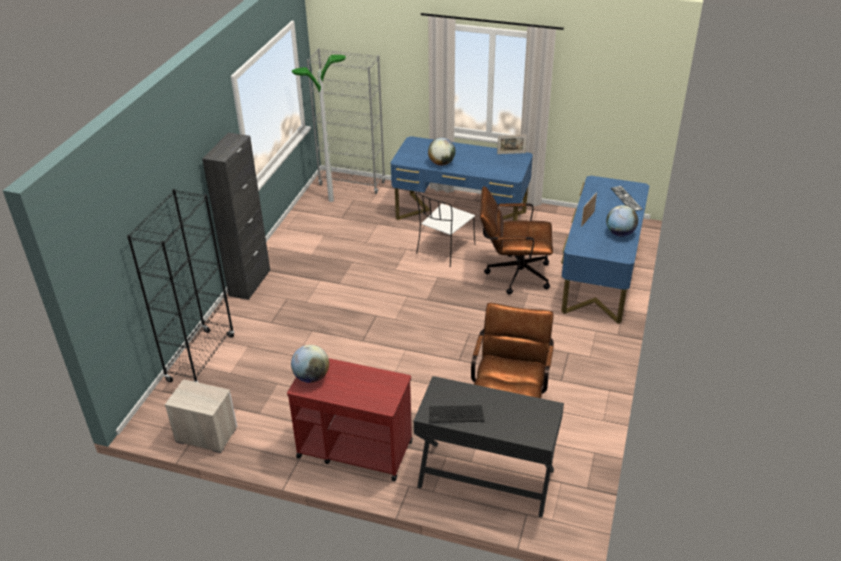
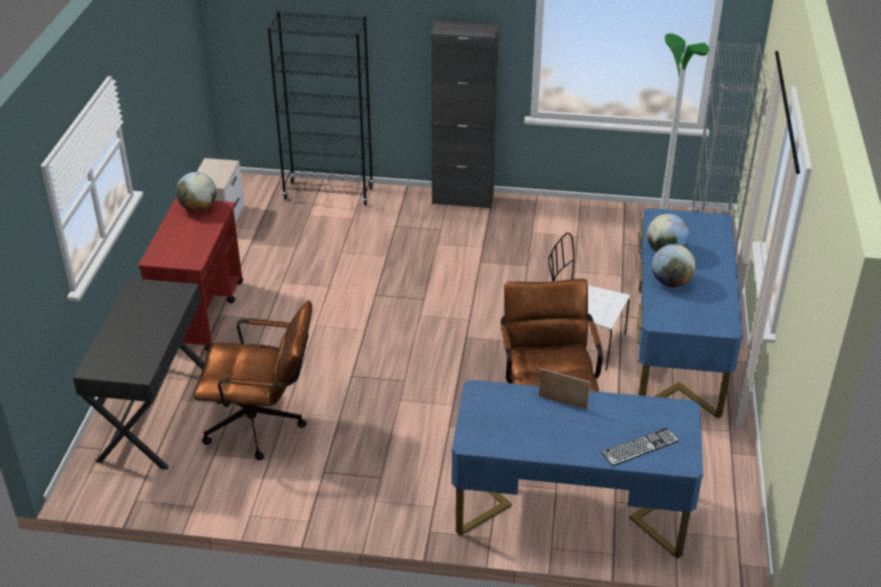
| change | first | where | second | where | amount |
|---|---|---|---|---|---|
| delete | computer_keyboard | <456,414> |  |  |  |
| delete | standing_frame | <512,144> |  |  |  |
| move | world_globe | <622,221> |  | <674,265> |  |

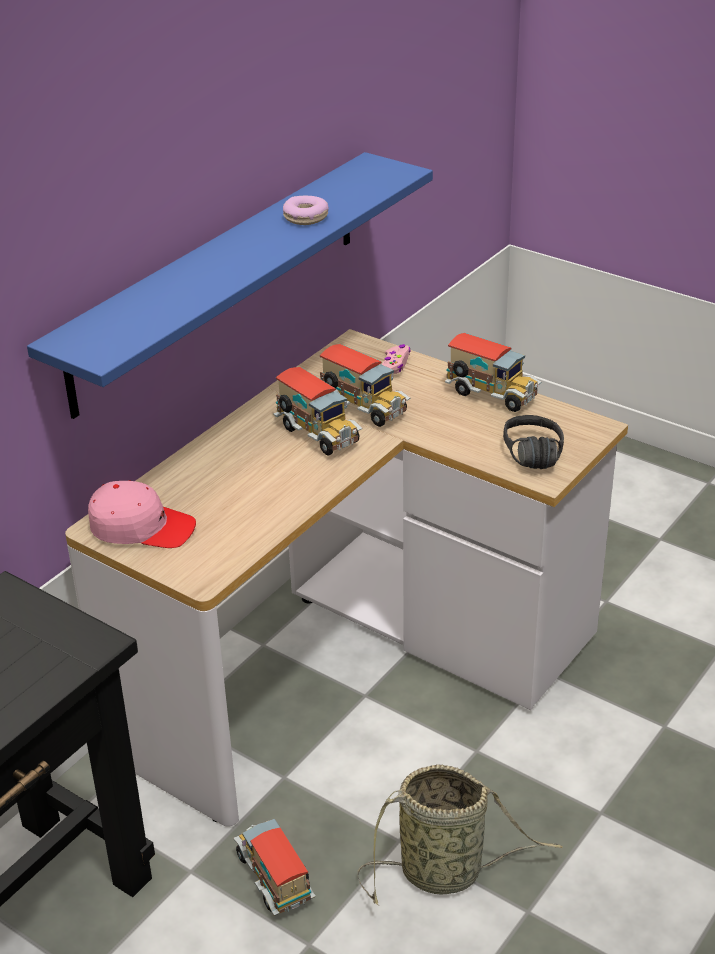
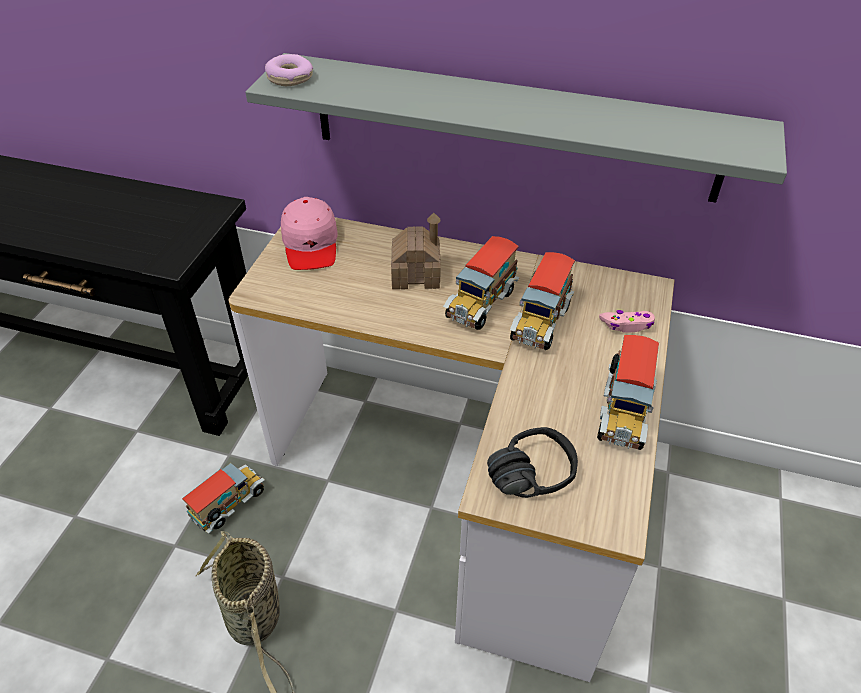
| change | first | where | second | where | amount |
|---|---|---|---|---|---|
| recolor | bluish_wall_shelf | <230,285> | gray_wall_shelf | <516,128> |  |
| move | ring_doughnut | <306,210> |  | <289,70> |  |
| insert |  |  | toy_house | <416,251> |  |

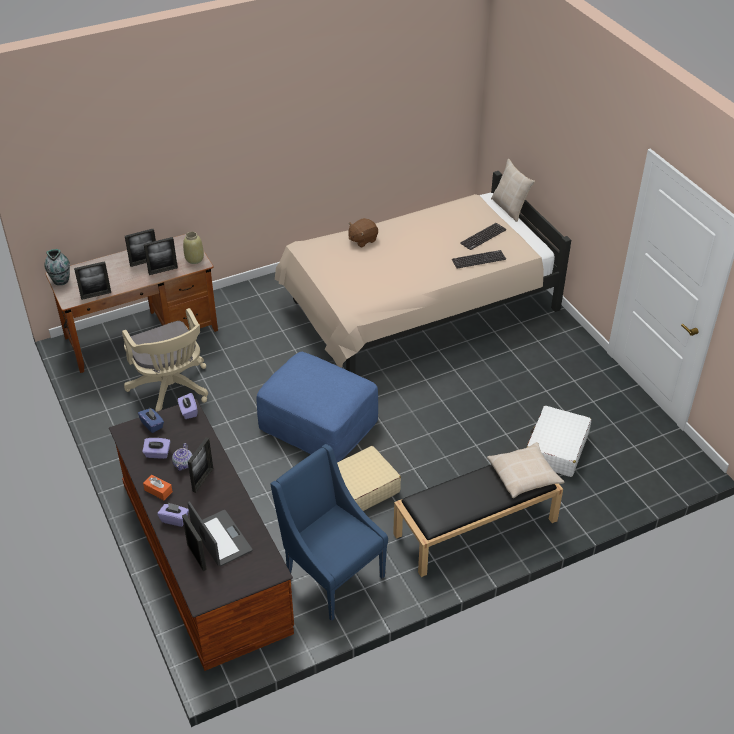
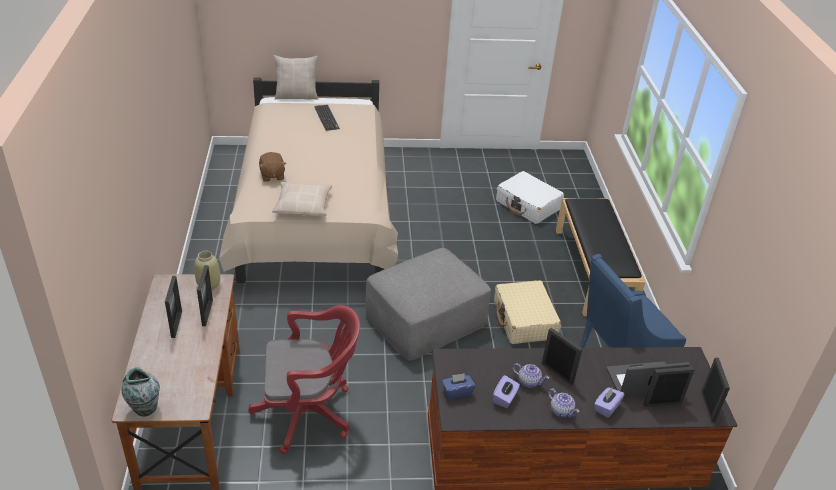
| change | first | where | second | where | amount |
|---|---|---|---|---|---|
| move | standing_frame | <92,280> |  | <715,390> |  |
| recolor | beige-coloured_computer_chair | <165,360> | red-coloured_computer_chair | <304,379> |  |
| replace | orange-coloured_tissue_holder | <158,487> | tea_pot | <564,403> |  |
| delete | purple_tissue_holder | <187,406> |  |  |  |
| recolor | bluish_footrest | <317,407> | gray_footrest | <428,304> |  |
| delete | computer_keyboard | <479,259> |  |  |  |
| move | beige-coloured_pillow | <525,470> |  | <302,199> |  |

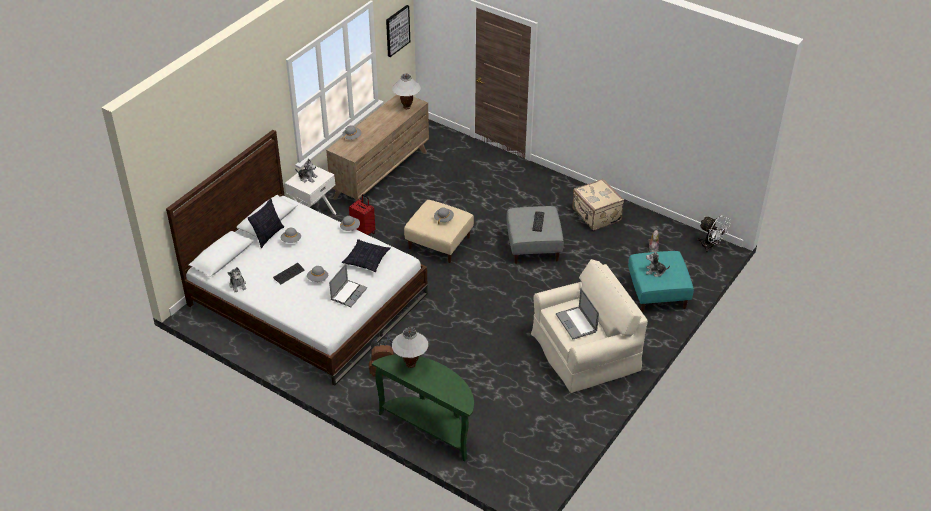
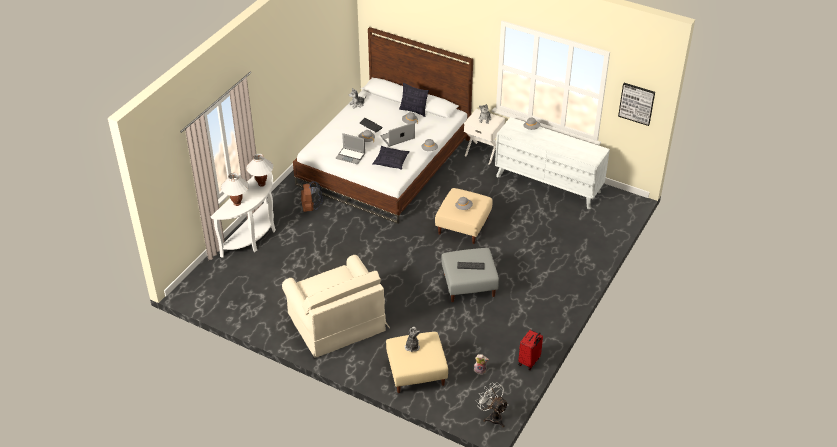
| change | first | where | second | where | amount |
|---|---|---|---|---|---|
| recolor | brown_dresser | <377,148> | white-coloured_dresser | <552,163> |  |
| move | red-coloured_suitcase | <362,214> |  | <530,350> |  |
| recolor | green_console_table | <423,408> | white-coloured_console_table | <243,215> |  |
| move | white-coloured_tabletop_lamp | <406,91> |  | <235,189> |  |
| move | notebook_computer | <577,313> |  | <397,134> |  |
| delete | beige-coloured_suitcase | <598,204> |  |  |  |
| recolor | turquoise_footrest | <661,282> | beige-coloured_footrest | <417,362> |  |
| rotate | white-coloured_fan | <714,234> |  | <492,404> | 105 degrees clockwise |

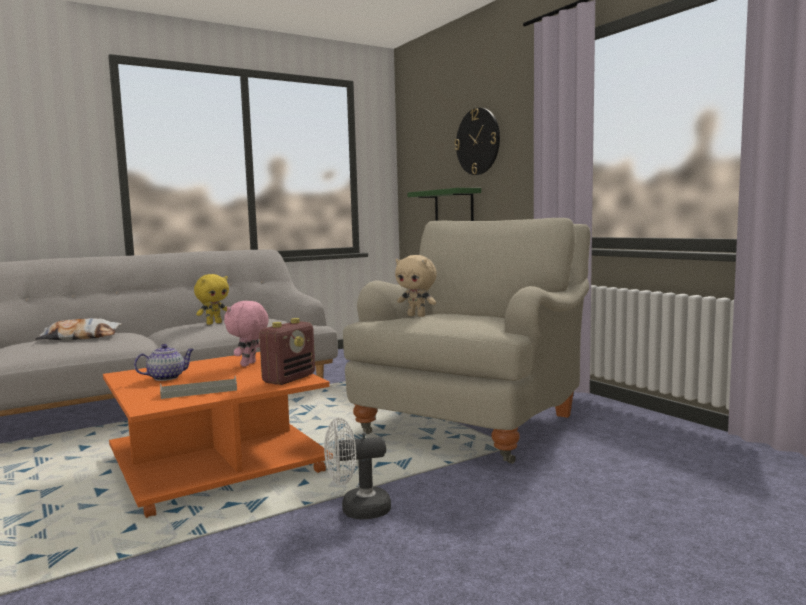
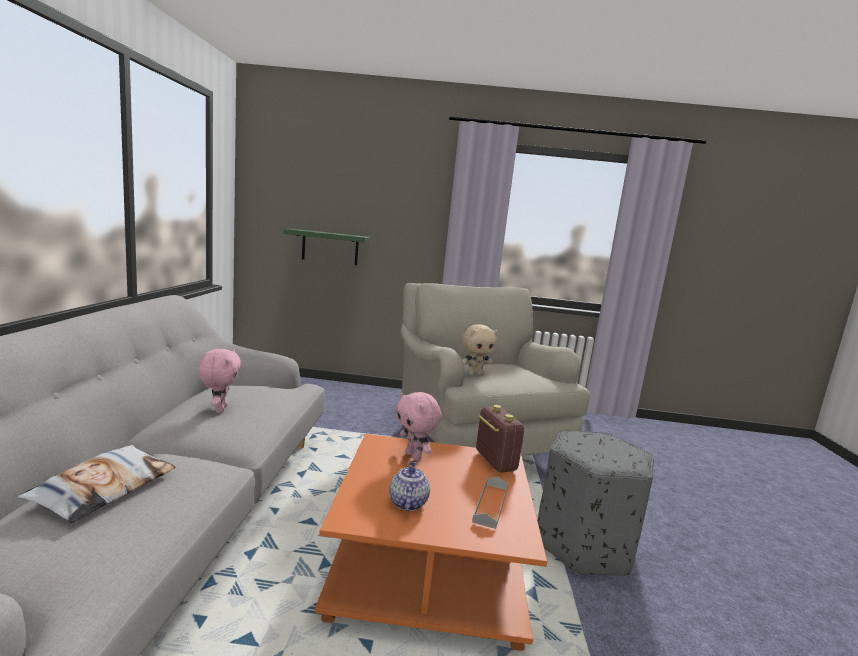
| change | first | where | second | where | amount |
|---|---|---|---|---|---|
| recolor | yellow_plush_toy | <211,299> | pink_plush_toy | <220,381> |  |
| replace | white-coloured_fan | <357,469> | gray_footrest | <596,503> |  |
| delete | clock_on_the_wall | <477,141> |  |  |  |

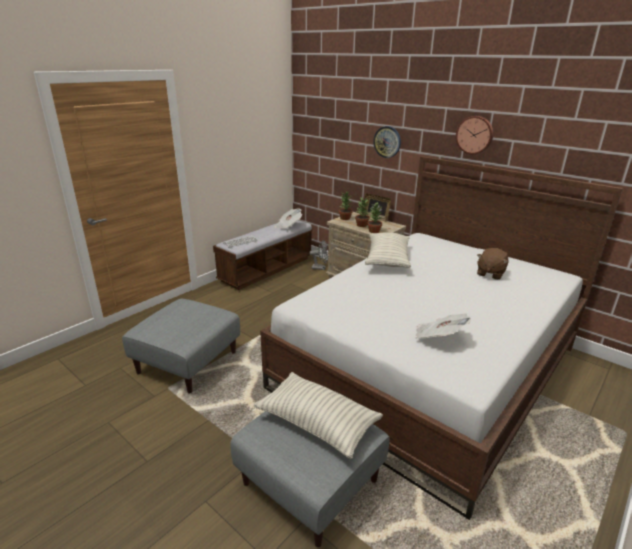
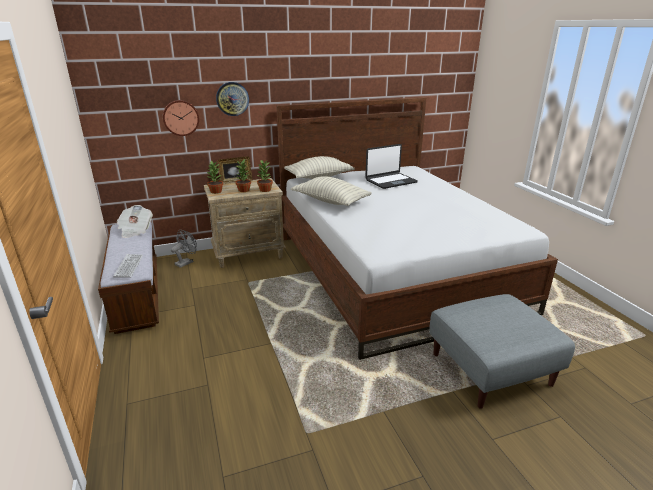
| change | first | where | second | where | amount |
|---|---|---|---|---|---|
| delete | gray_footrest | <181,346> |  |  |  |
| move | pillow | <318,415> |  | <319,167> |  |
| delete | printed_paper | <443,326> |  |  |  |
| move | clock_on_the_wall | <474,135> |  | <181,118> |  |
| replace | brown_plush_toy | <492,264> | notebook_computer | <391,166> |  |

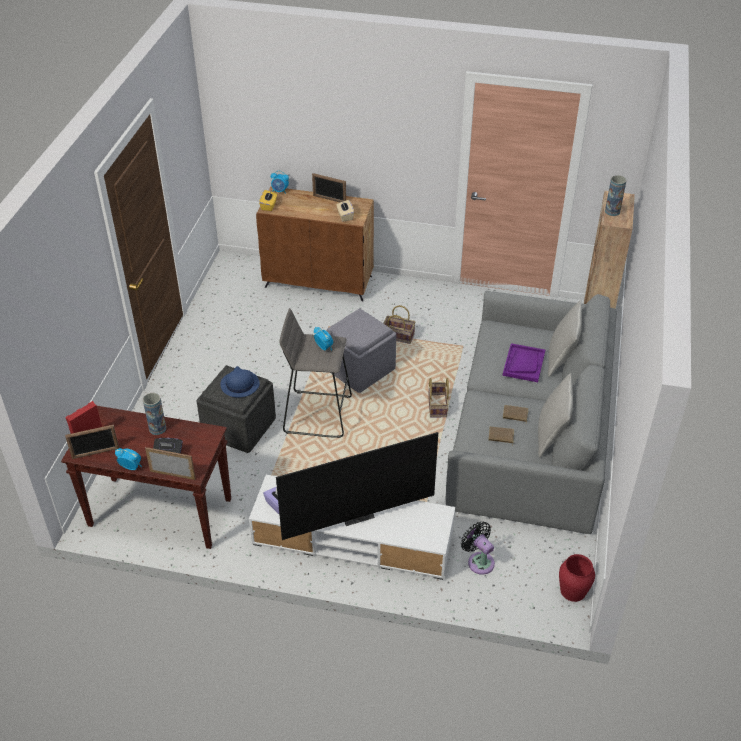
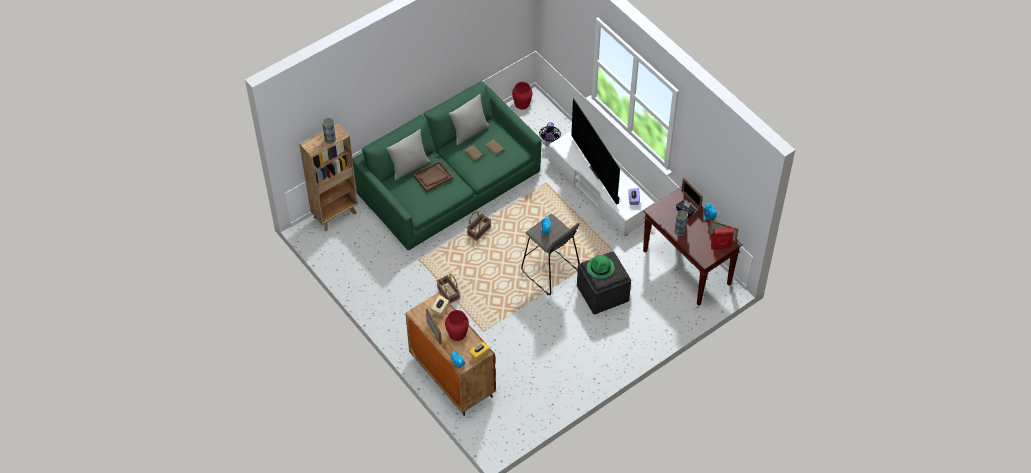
| change | first | where | second | where | amount |
|---|---|---|---|---|---|
| recolor | bluish_hat | <240,382> | green_hat | <600,267> |  |
| rotate | television | <357,486> |  | <595,151> | 135 degrees counterclockwise |
| delete | gray_footrest | <361,350> |  |  |  |
| recolor | gray_settee | <531,412> | green_settee | <447,165> |  |
| recolor | purple_carrying_tray | <524,362> | brown_carrying_tray | <433,176> |  |
| insert |  |  | red-coloured_flower_vase | <457,325> |  |

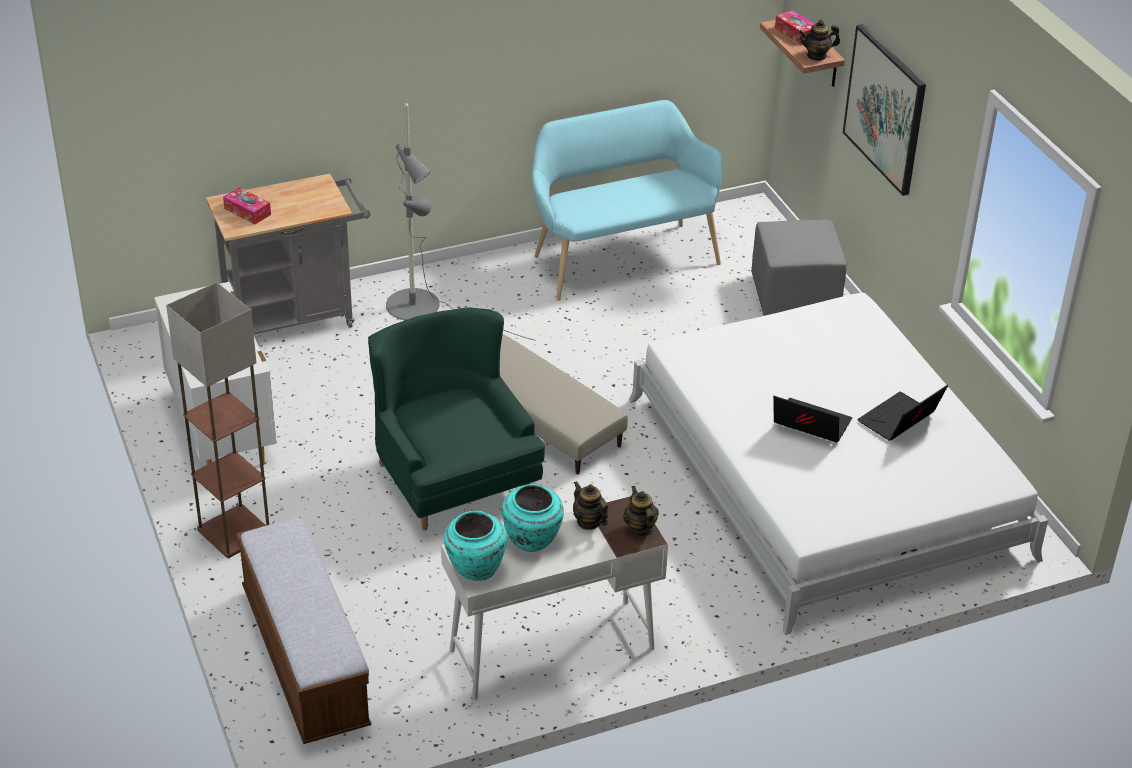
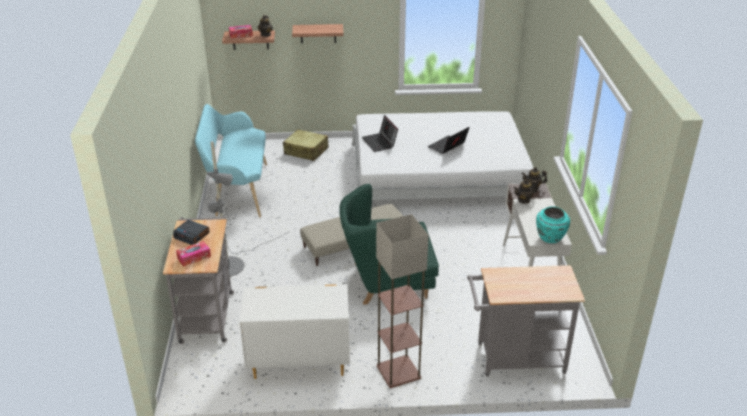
| change | first | where | second | where | amount |
|---|---|---|---|---|---|
| replace | long_seat | <303,630> | gray_cart | <526,321> |  |
| delete | turquoise_flower_vase | <533,518> |  |  |  |
| replace | gray_footrest | <799,268> | beige-coloured_suitcase | <306,145> |  |
| replace | wall_picture | <884,110> | wall_shelf | <318,34> |  |
| move | notebook_computer | <902,413> |  | <380,133> |  |
| insert |  |  | alarm_clock | <191,232> |  |

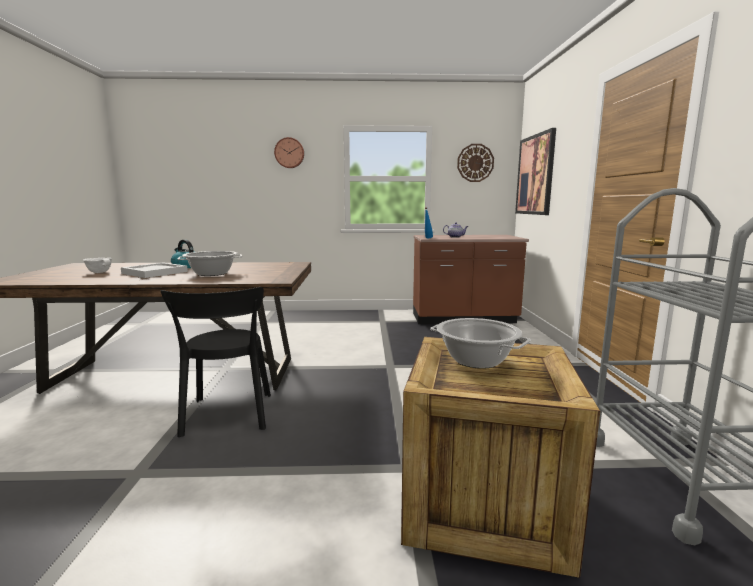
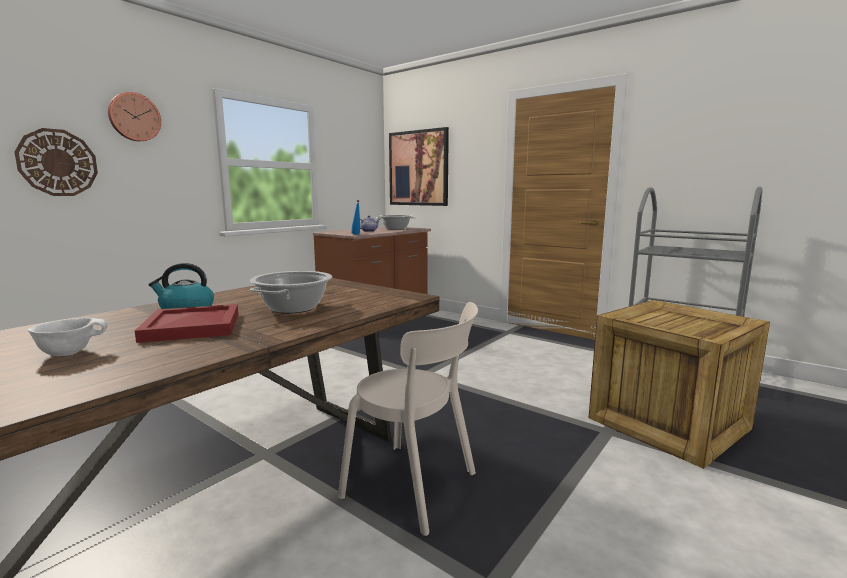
| change | first | where | second | where | amount |
|---|---|---|---|---|---|
| recolor | white-coloured_carrying_tray | <154,270> | red-coloured_carrying_tray | <186,323> |  |
| recolor | black-coloured_upright_chair | <216,362> | beige-coloured_upright_chair | <408,419> |  |
| move | stockpot | <480,343> |  | <395,222> |  |
| move | clock_on_the_wall | <475,163> |  | <56,162> |  |

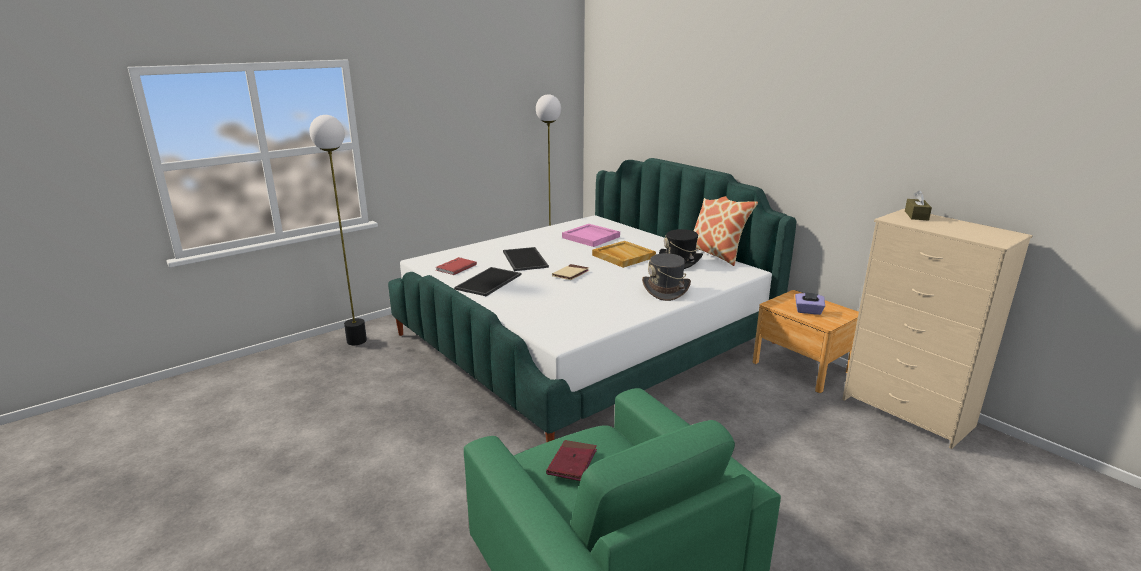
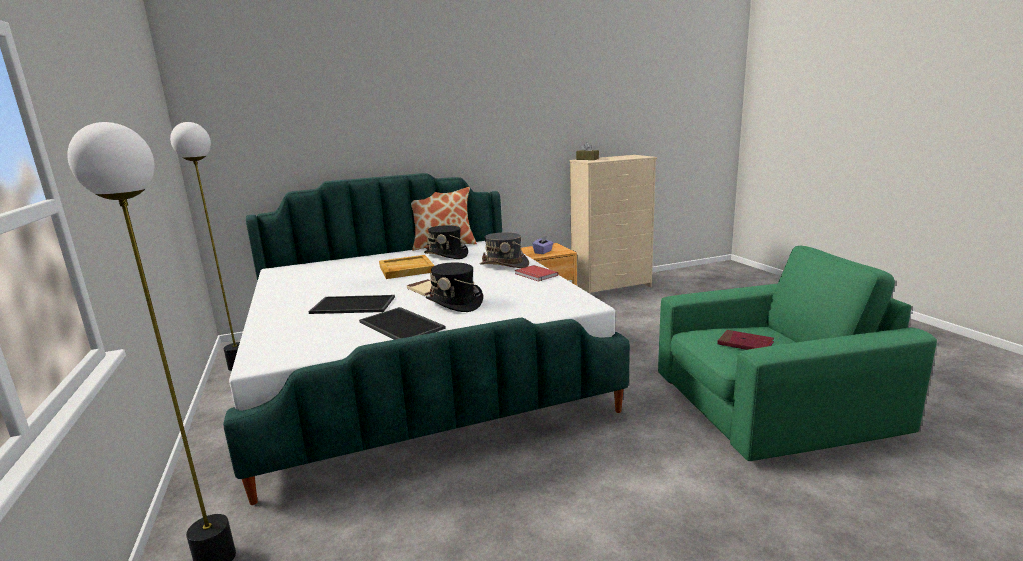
| change | first | where | second | where | amount |
|---|---|---|---|---|---|
| move | red-coloured_bound_book | <456,266> |  | <536,273> |  |
| delete | pink_carrying_tray | <591,235> |  |  |  |
| insert |  |  | black-coloured_hat | <454,287> |  |

